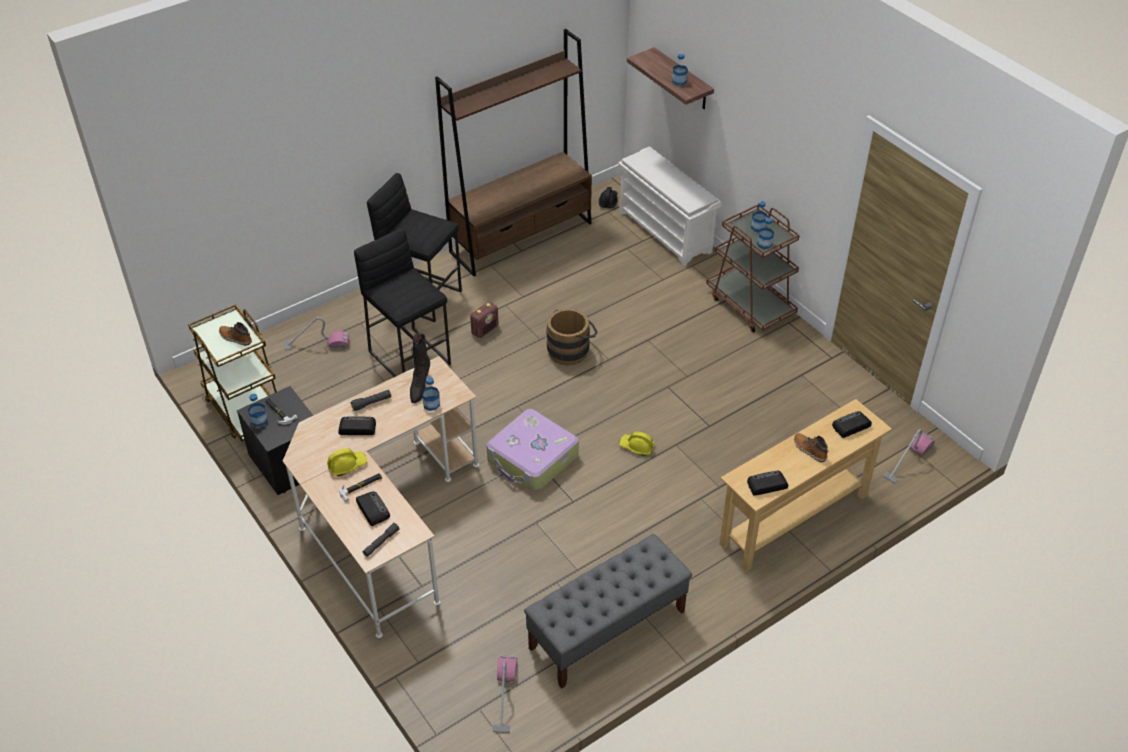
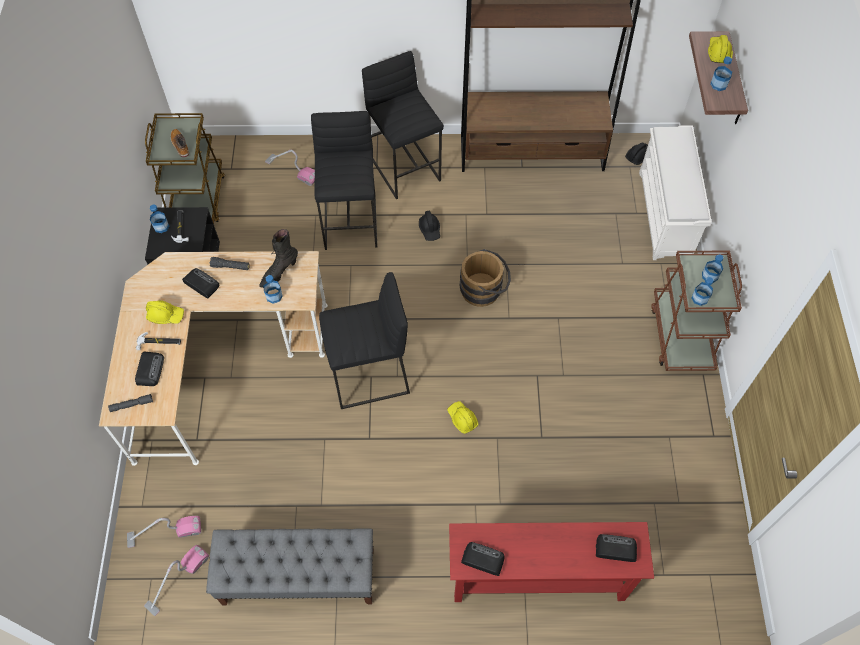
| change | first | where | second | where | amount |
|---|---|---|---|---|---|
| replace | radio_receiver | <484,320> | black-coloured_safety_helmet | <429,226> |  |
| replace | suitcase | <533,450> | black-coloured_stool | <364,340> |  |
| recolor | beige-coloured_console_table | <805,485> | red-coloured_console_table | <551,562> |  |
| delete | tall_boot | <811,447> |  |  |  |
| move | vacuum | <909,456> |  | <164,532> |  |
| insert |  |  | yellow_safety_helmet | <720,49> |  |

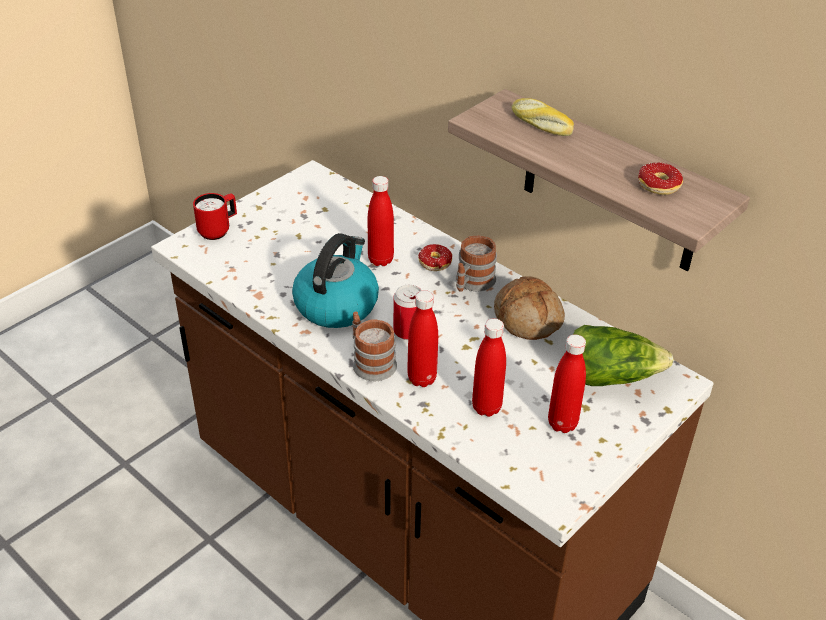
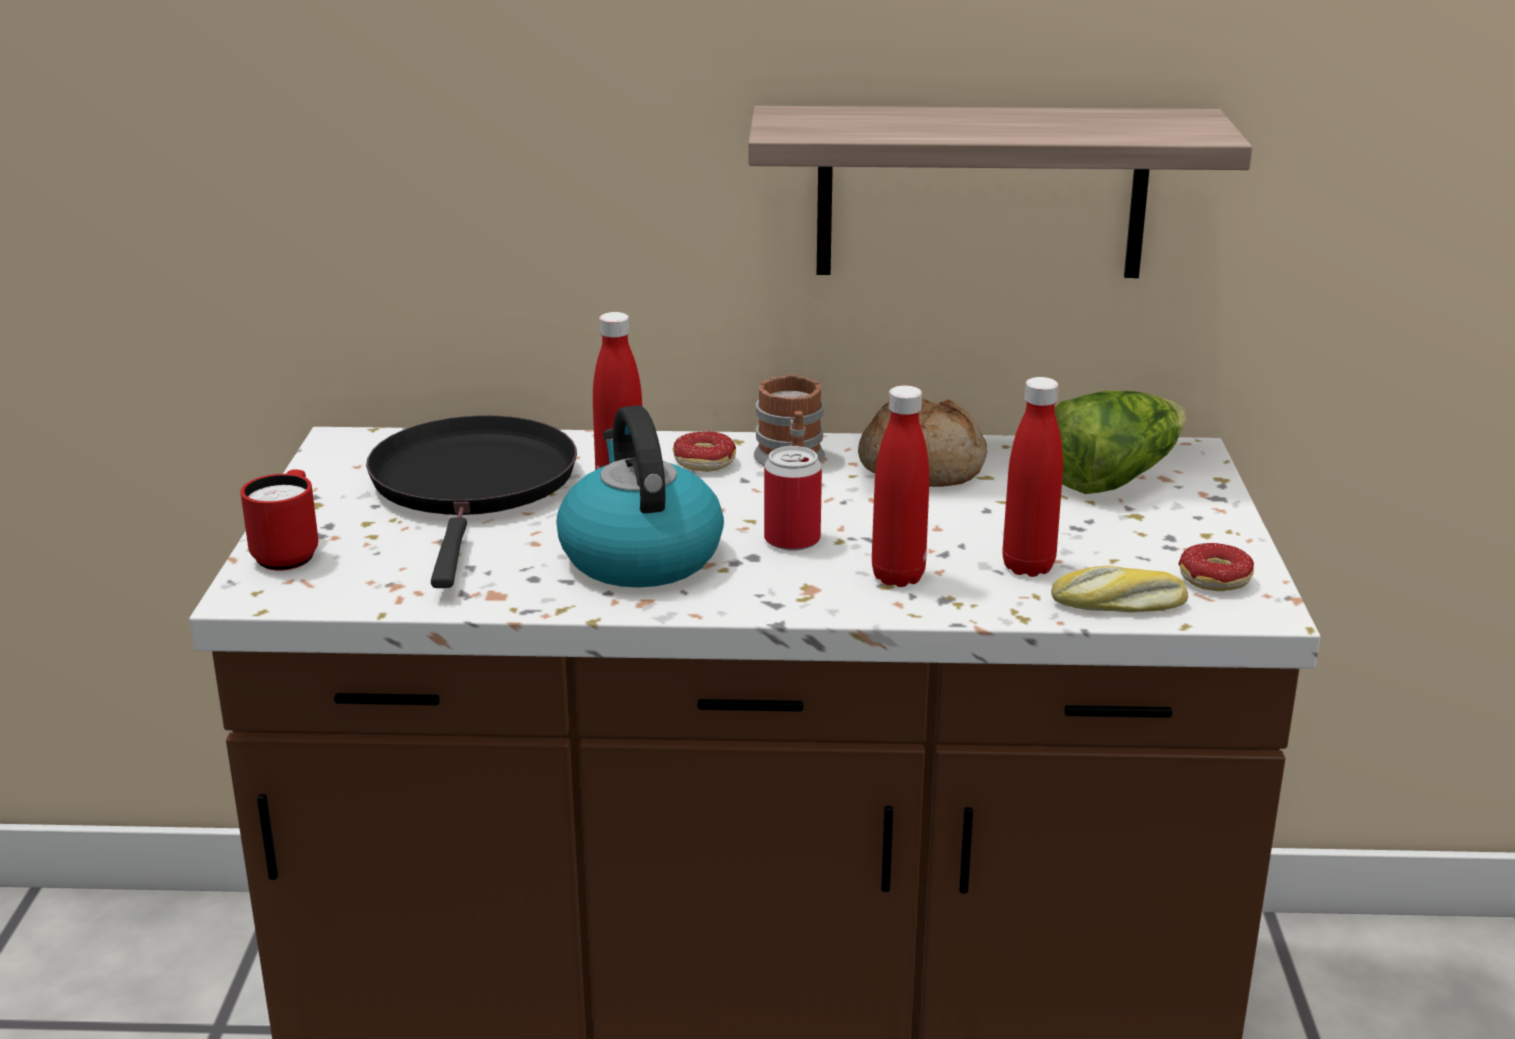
| change | first | where | second | where | amount |
|---|---|---|---|---|---|
| delete | mug | <374,346> |  |  |  |
| move | baked_bread | <543,117> |  | <1119,589> |  |
| delete | red-coloured_drink_bottle | <567,384> |  |  |  |
| move | ring_doughnut | <660,179> |  | <1216,567> |  |
| insert |  |  | black-coloured_pan | <471,501> |  |

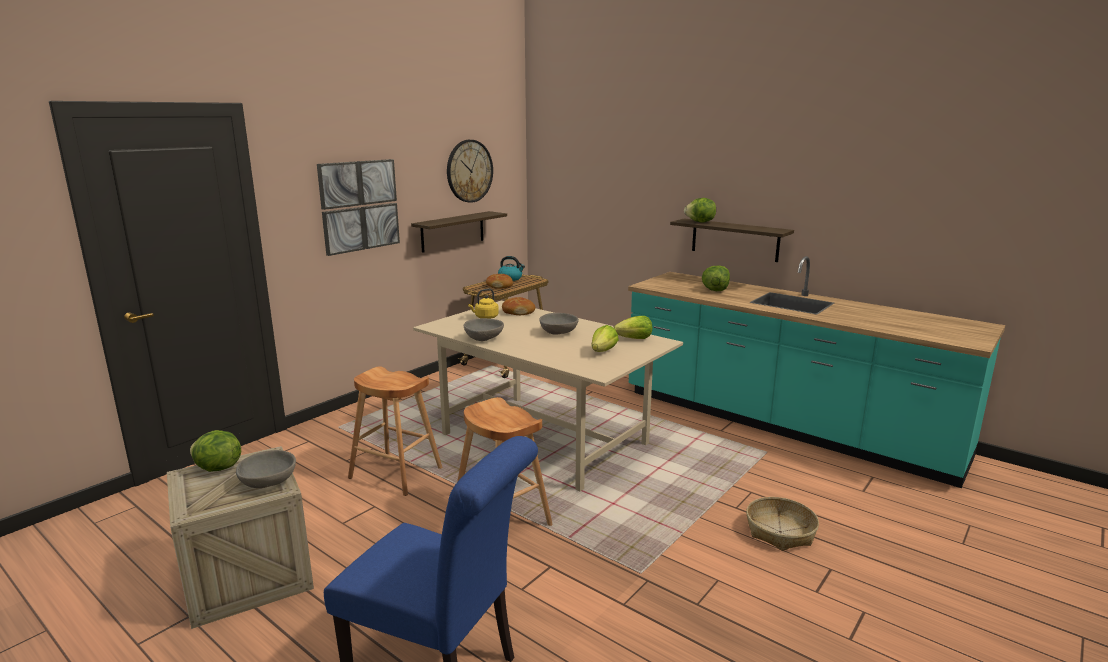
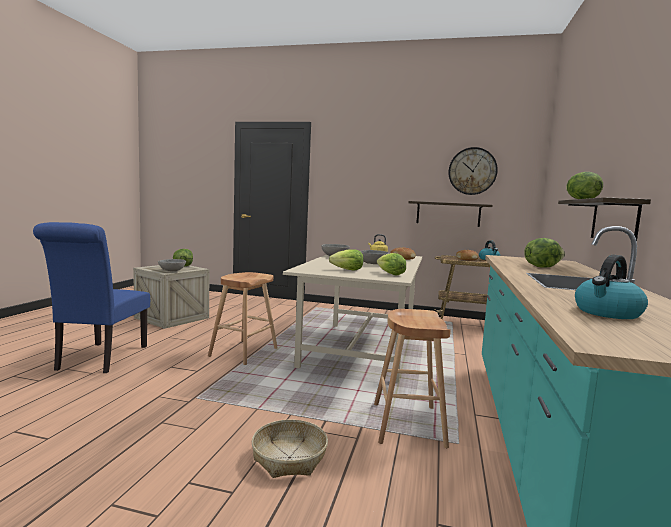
| change | first | where | second | where | amount |
|---|---|---|---|---|---|
| delete | wall_picture | <358,207> |  |  |  |
| move | brown_stool | <395,431> |  | <412,378> |  |
| insert |  |  | tea_kettle | <611,287> |  |

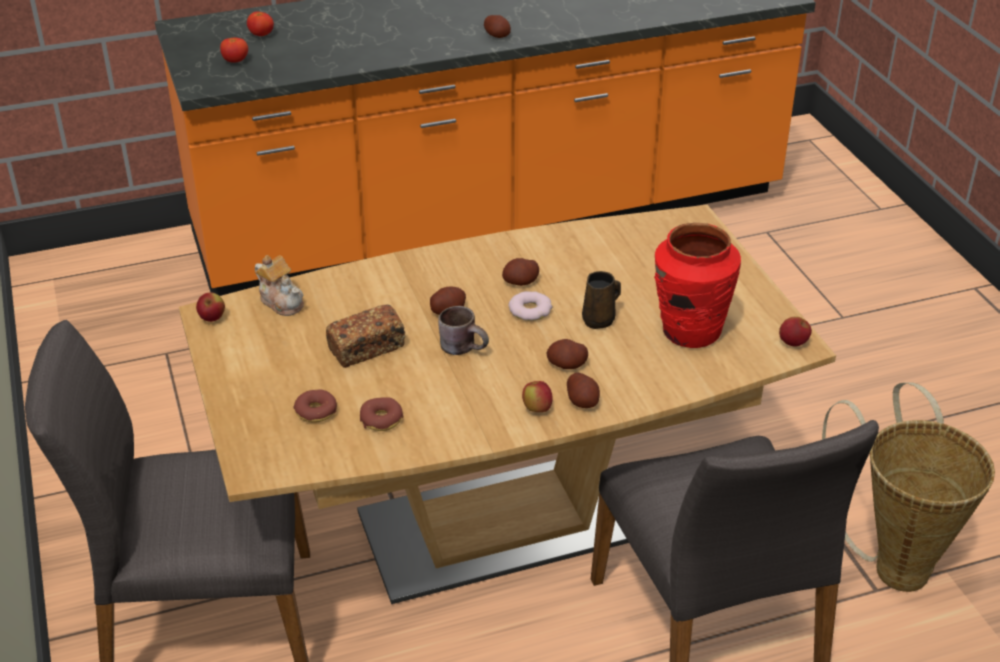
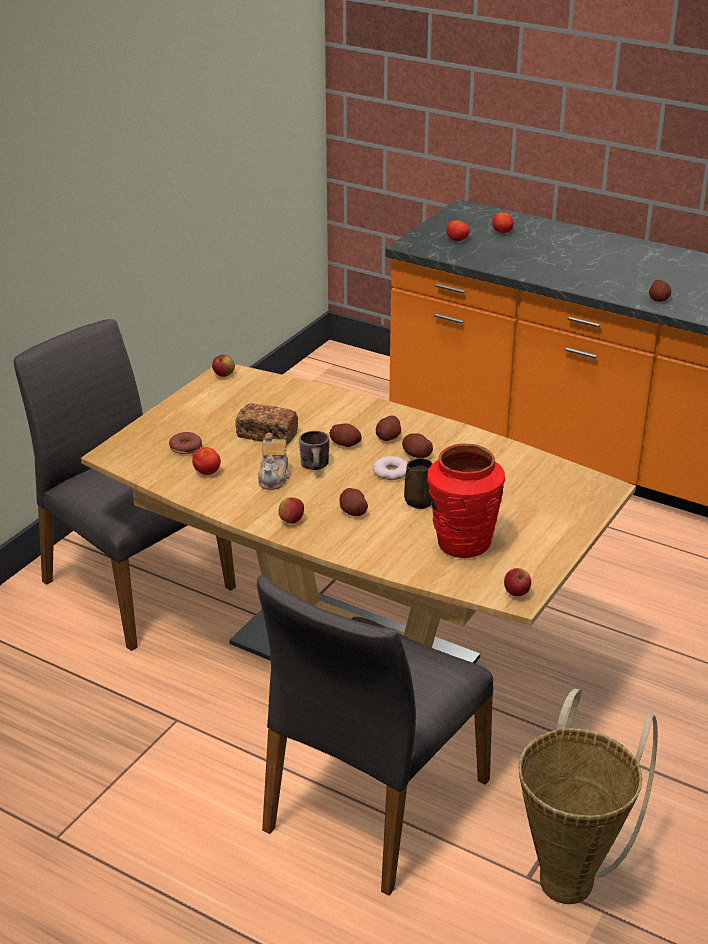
| change | first | where | second | where | amount |
|---|---|---|---|---|---|
| move | tea_pot | <279,285> |  | <274,461> |  |
| replace | ring_doughnut | <382,414> | tomato | <206,461> |  |
| move | spud | <583,390> |  | <388,428> |  |

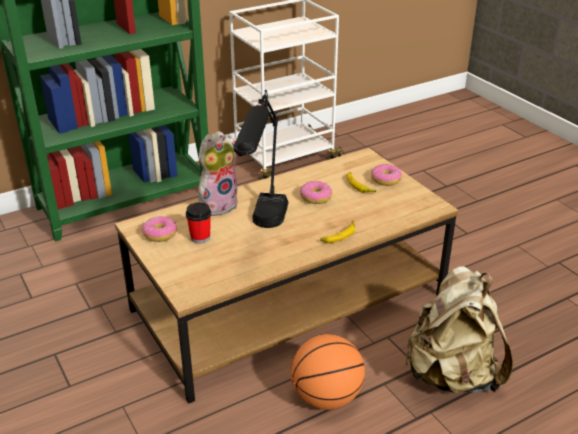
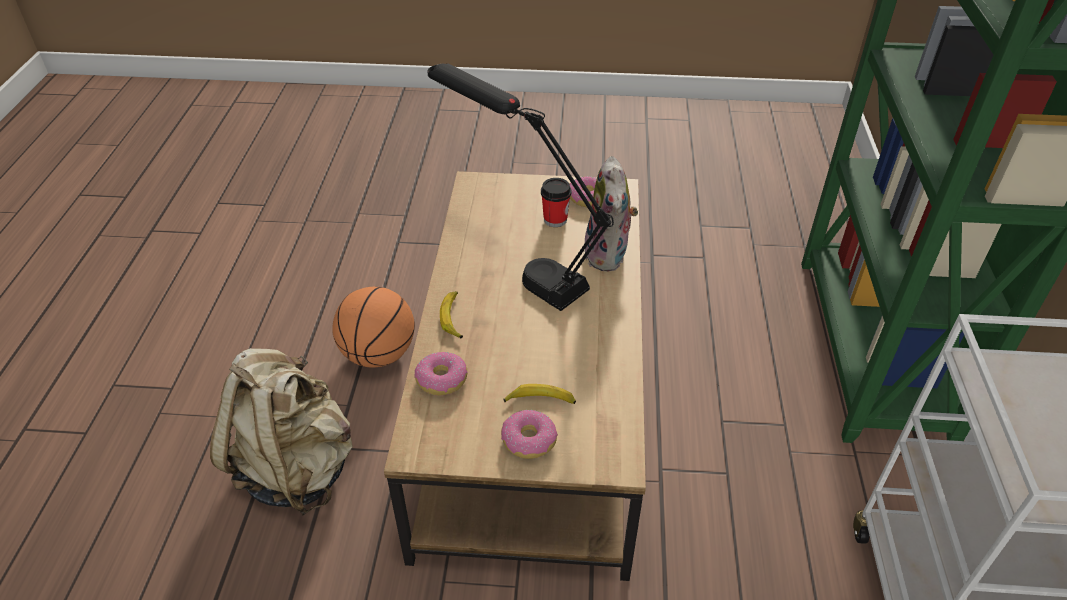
| change | first | where | second | where | amount |
|---|---|---|---|---|---|
| move | ring_doughnut | <316,192> |  | <441,374> |  |

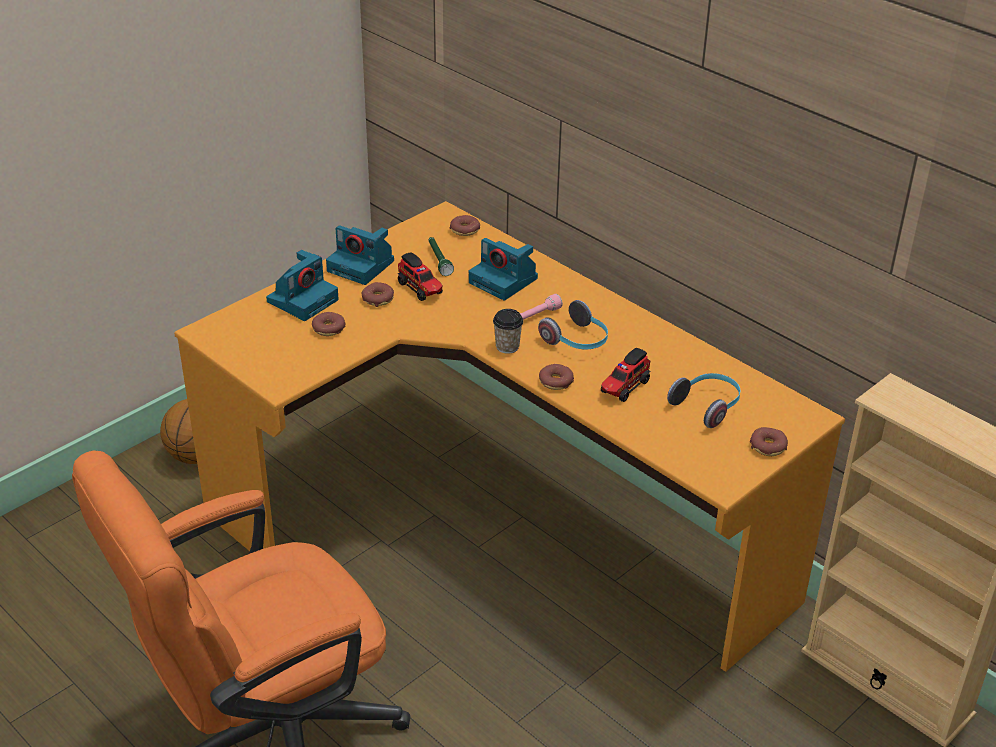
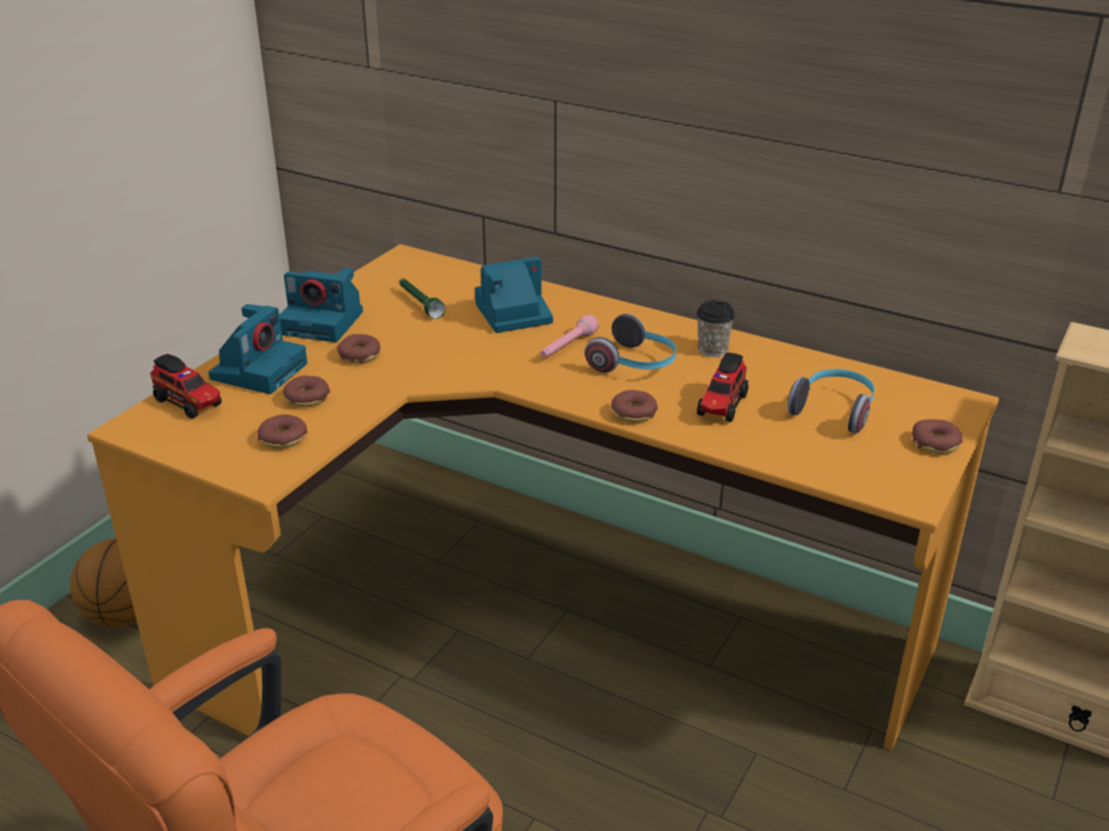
| change | first | where | second | where | amount |
|---|---|---|---|---|---|
| move | toy_lorry | <420,276> |  | <186,386> |  |
| move | ring_doughnut | <465,225> |  | <282,431> |  |
| rotate | photo_camera | <503,269> |  | <514,295> | 135 degrees clockwise |
| move | small_cup | <508,331> |  | <715,328> |  |

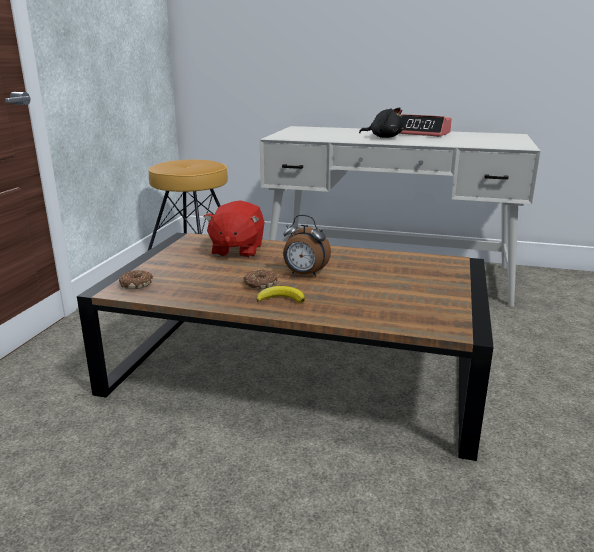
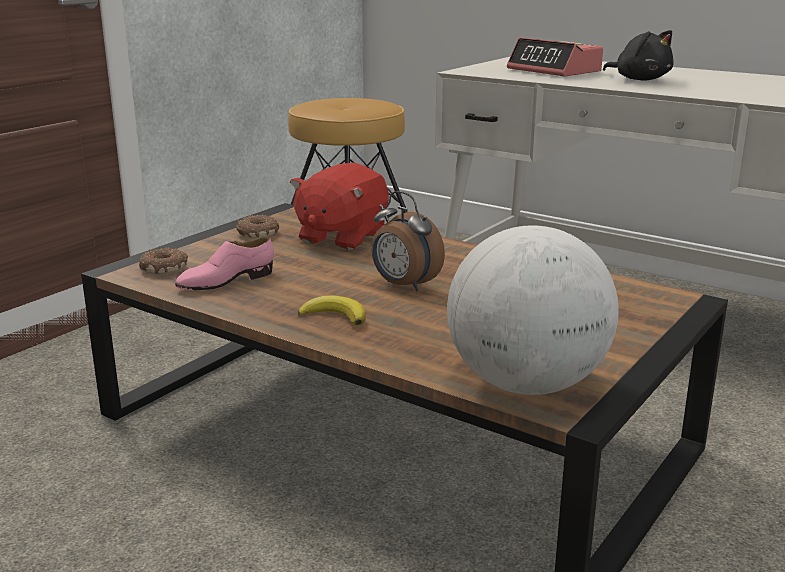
| change | first | where | second | where | amount |
|---|---|---|---|---|---|
| move | ring_doughnut | <260,279> |  | <257,226> |  |
| move | alarm_clock | <425,125> |  | <555,56> |  |
| insert |  |  | pink_low_shoe | <224,263> |  |
| insert |  |  | world_globe | <533,310> |  |

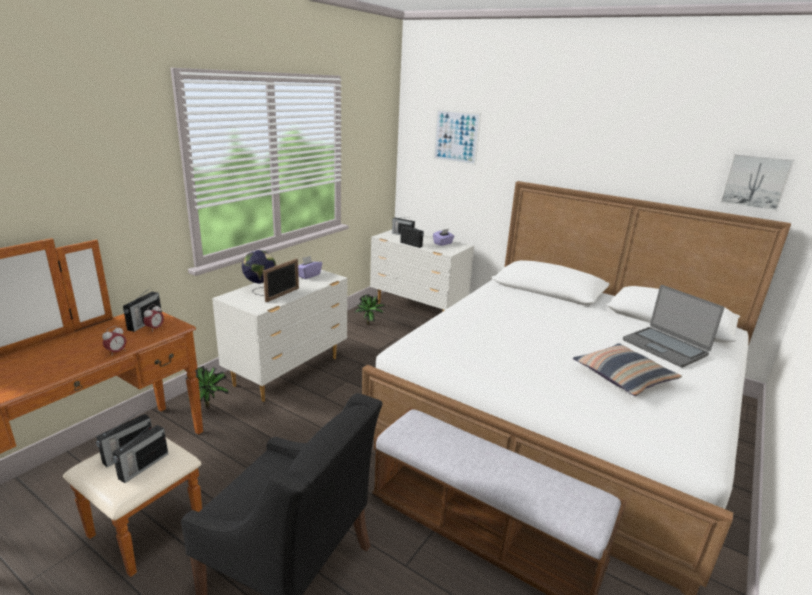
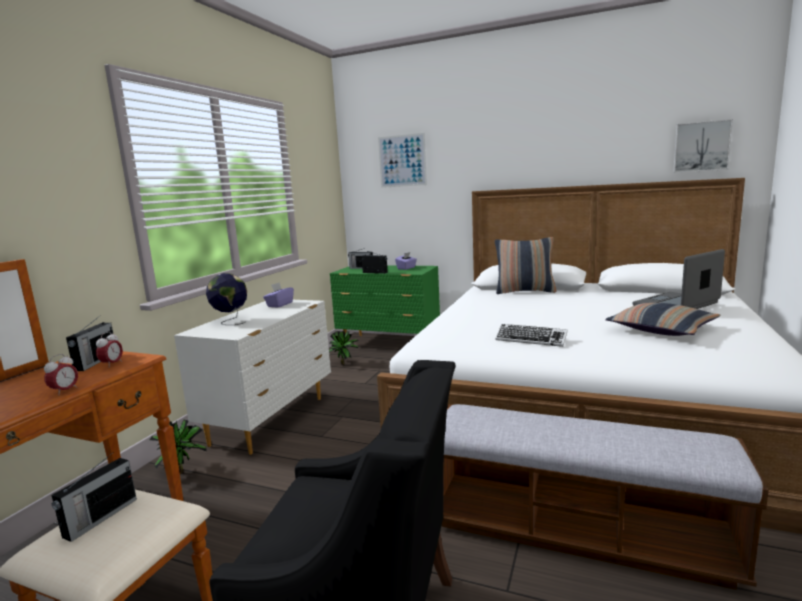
| change | first | where | second | where | amount |
|---|---|---|---|---|---|
| delete | radio_receiver | <140,452> |  |  |  |
| delete | standing_frame | <281,280> |  |  |  |
| recolor | white-coloured_dresser | <422,270> | green_dresser | <385,301> |  |
| rotate | notebook_computer | <673,326> |  | <678,279> | 105 degrees clockwise |
| insert |  |  | pillow | <526,265> |  |
| insert |  |  | computer_keyboard | <531,335> |  |

